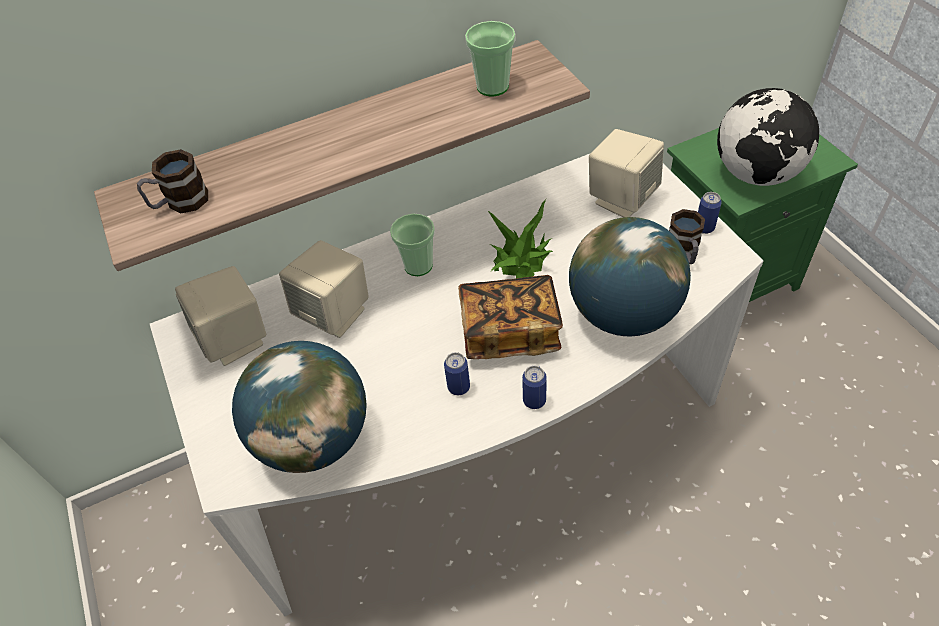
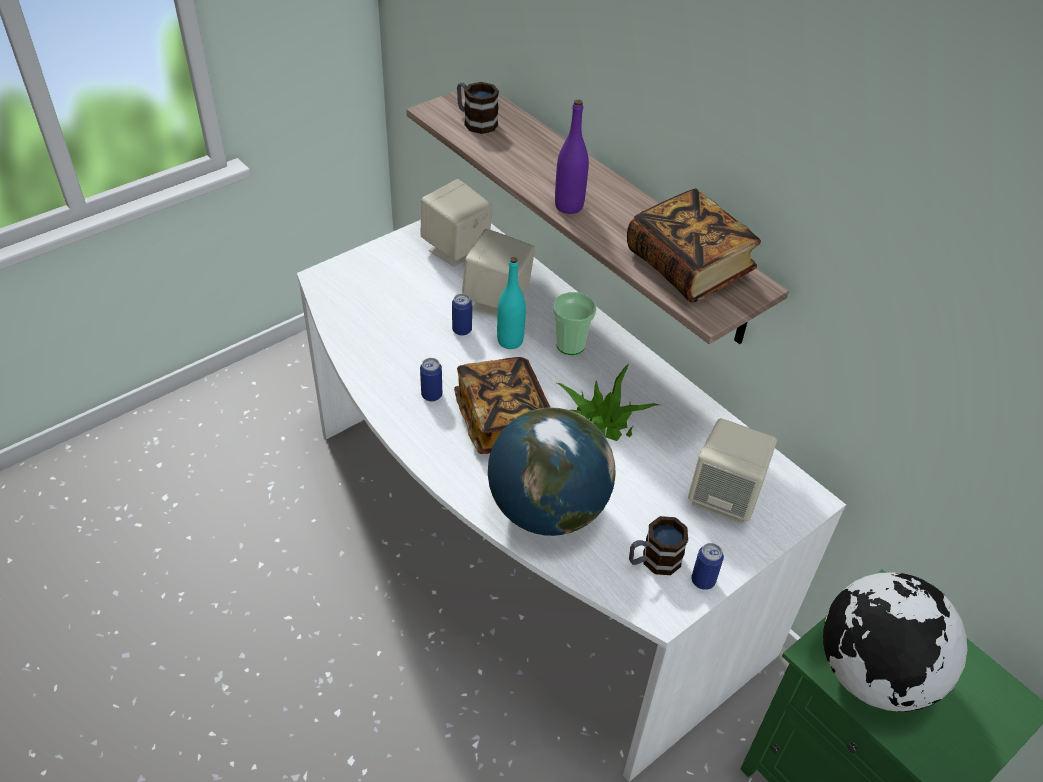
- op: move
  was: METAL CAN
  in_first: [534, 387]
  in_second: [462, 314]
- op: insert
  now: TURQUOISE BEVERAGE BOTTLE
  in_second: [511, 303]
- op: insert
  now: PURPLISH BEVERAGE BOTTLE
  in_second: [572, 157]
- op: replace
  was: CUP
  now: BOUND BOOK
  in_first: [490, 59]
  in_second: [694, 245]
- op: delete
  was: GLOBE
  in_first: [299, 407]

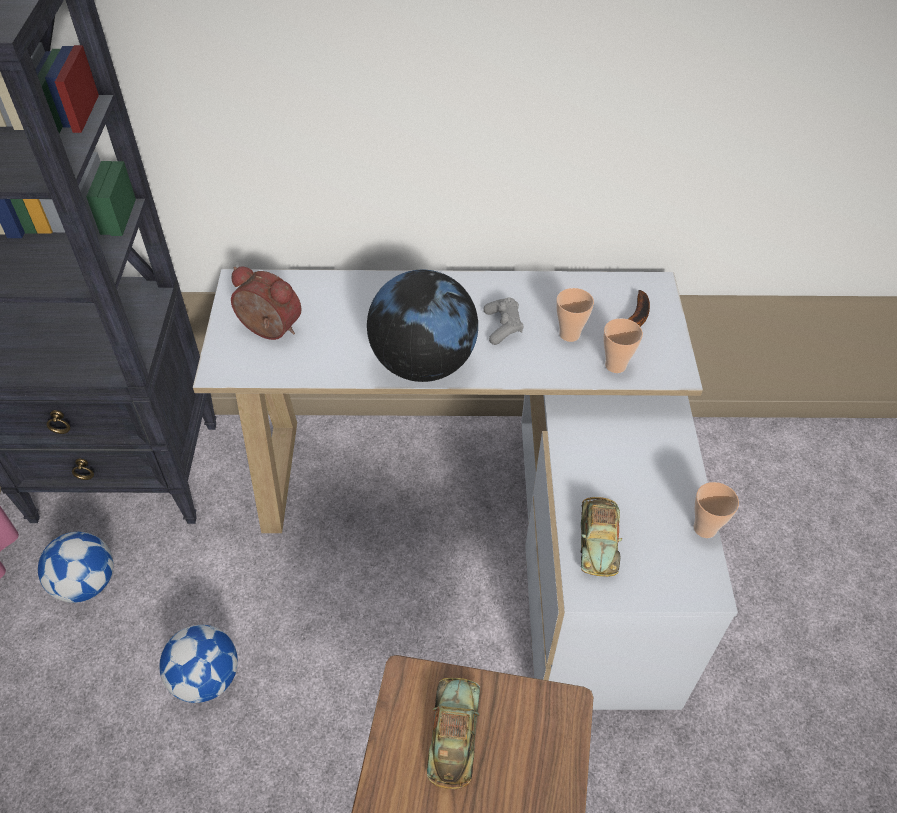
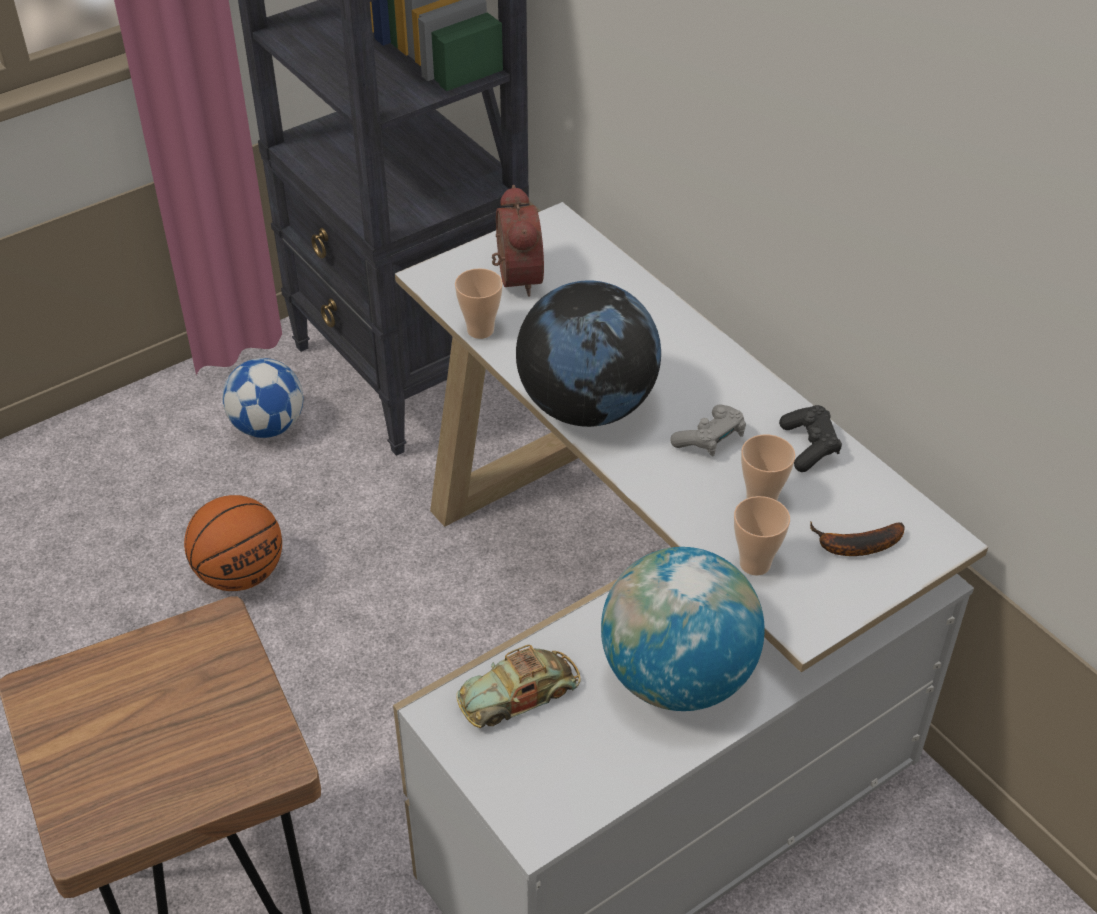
- op: replace
  was: FOOTBALL
  now: BASKETBALL BALL
  in_first: [198, 664]
  in_second: [233, 543]
- op: move
  was: CUP
  in_first: [716, 510]
  in_second: [479, 303]
- op: insert
  now: GLOBE
  in_second: [683, 629]
- op: insert
  now: BLACK GAMEPAD
  in_second: [810, 438]
- op: delete
  was: TOY CAR
  in_first: [453, 733]

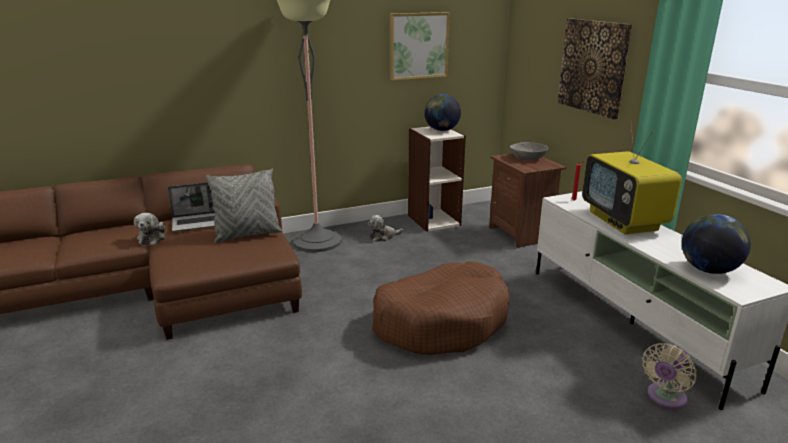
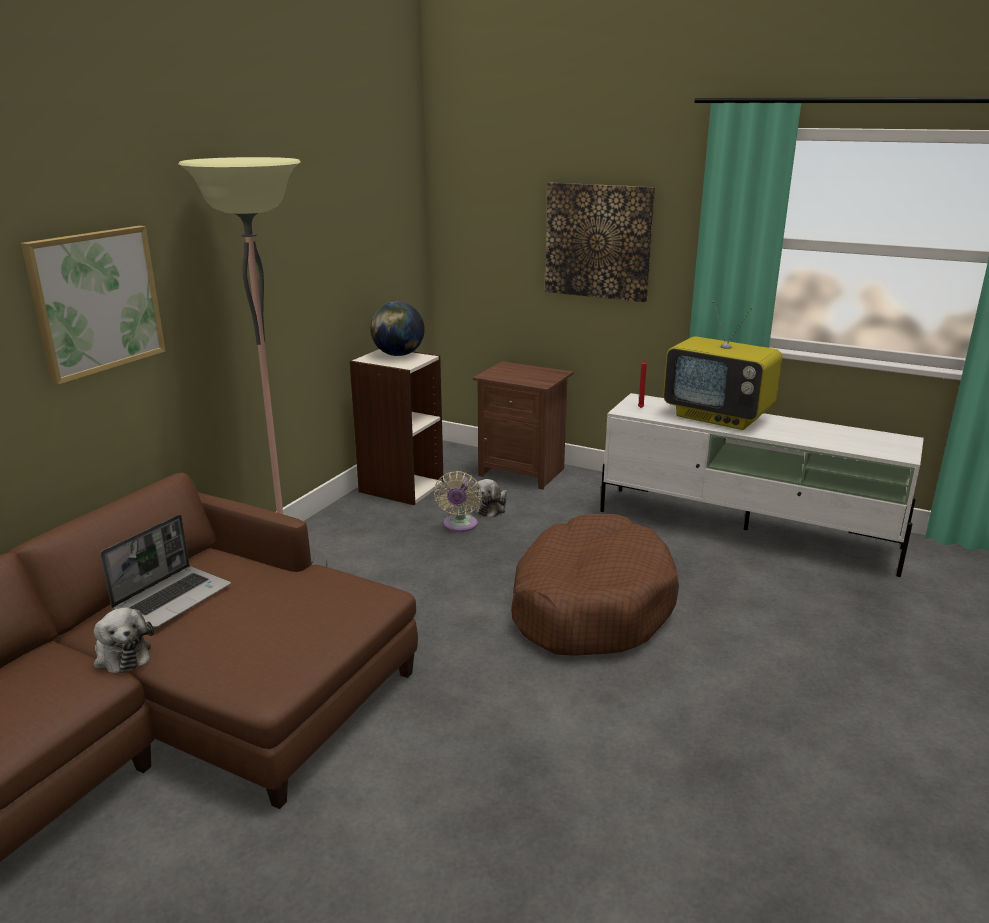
- op: move
  was: WALL PICTURE
  in_first: [420, 46]
  in_second: [93, 305]
- op: move
  was: BEIGE COOLING FAN
  in_first: [669, 376]
  in_second: [458, 501]
- op: move
  was: CUDDLY TOY
  in_first: [385, 228]
  in_second: [490, 498]
- op: delete
  was: GRAY CUSHION
  in_first: [244, 206]
- op: delete
  was: GRAY SERVING BOWL
  in_first: [529, 151]
- op: delete
  was: GLOBE
  in_first: [716, 244]

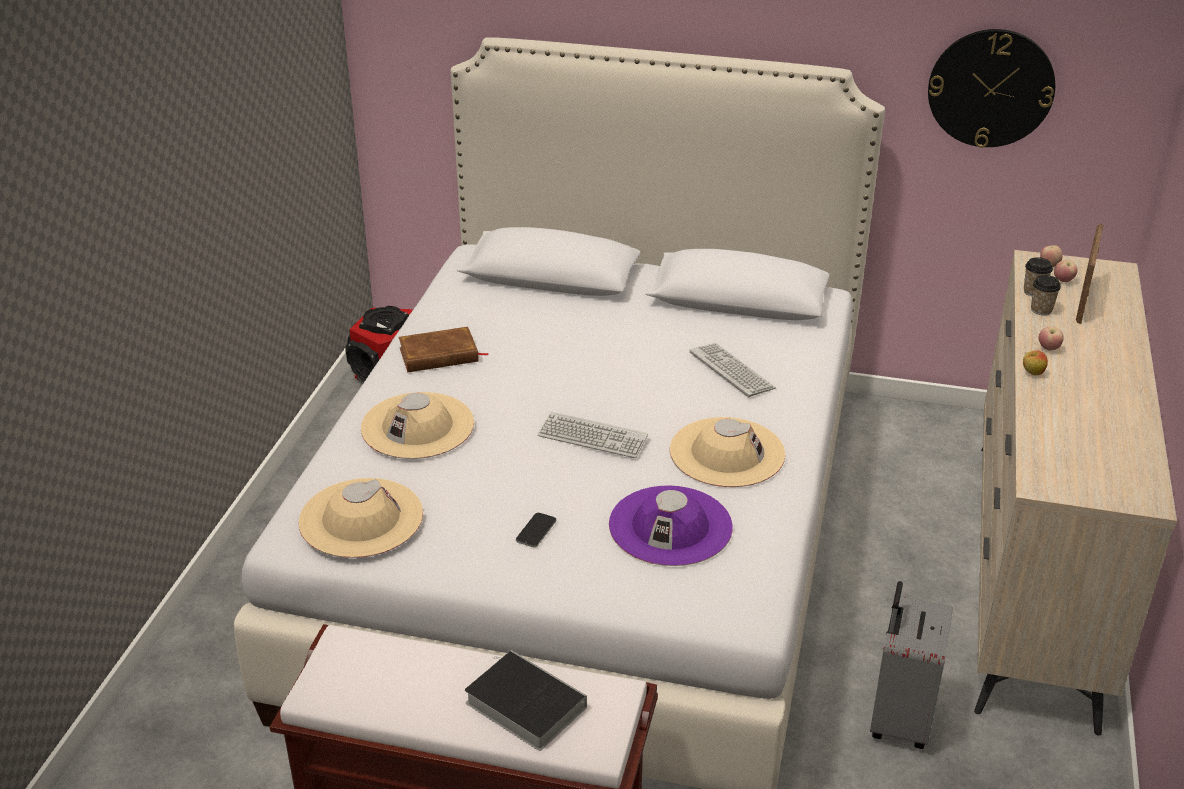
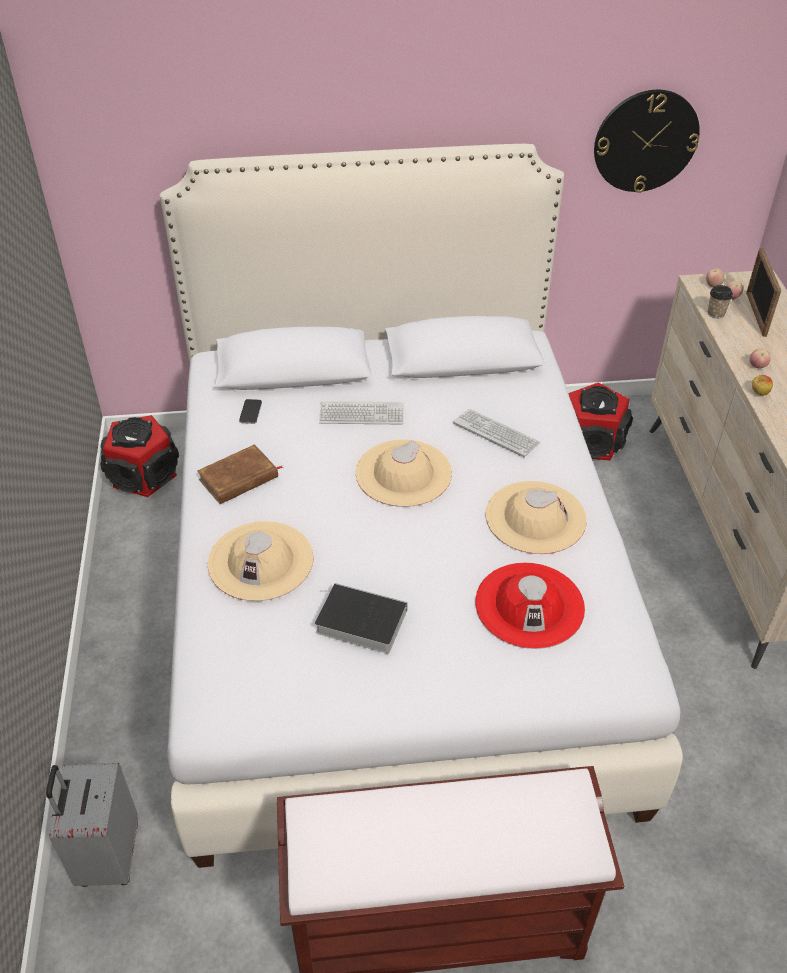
- op: move
  was: GRAY TRAVEL CASE
  in_first: [911, 665]
  in_second: [92, 825]
- op: move
  was: PHONE
  in_first: [536, 530]
  in_second: [250, 411]
- op: move
  was: BOUND BOOK
  in_first: [526, 700]
  in_second: [361, 618]
- op: move
  was: PC KEYBOARD
  in_first: [593, 435]
  in_second: [361, 412]
- op: move
  was: BEIGE WEARABLE HAT
  in_first: [361, 518]
  in_second: [404, 473]
- op: recolor
  was: PURPLISH WEARABLE HAT
  now: RED-COLOURED WEARABLE HAT
  in_first: [671, 525]
  in_second: [530, 606]
- op: insert
  now: LOUDSPEAKER
  in_second: [600, 421]
- op: delete
  was: CUP
  in_first: [1046, 295]

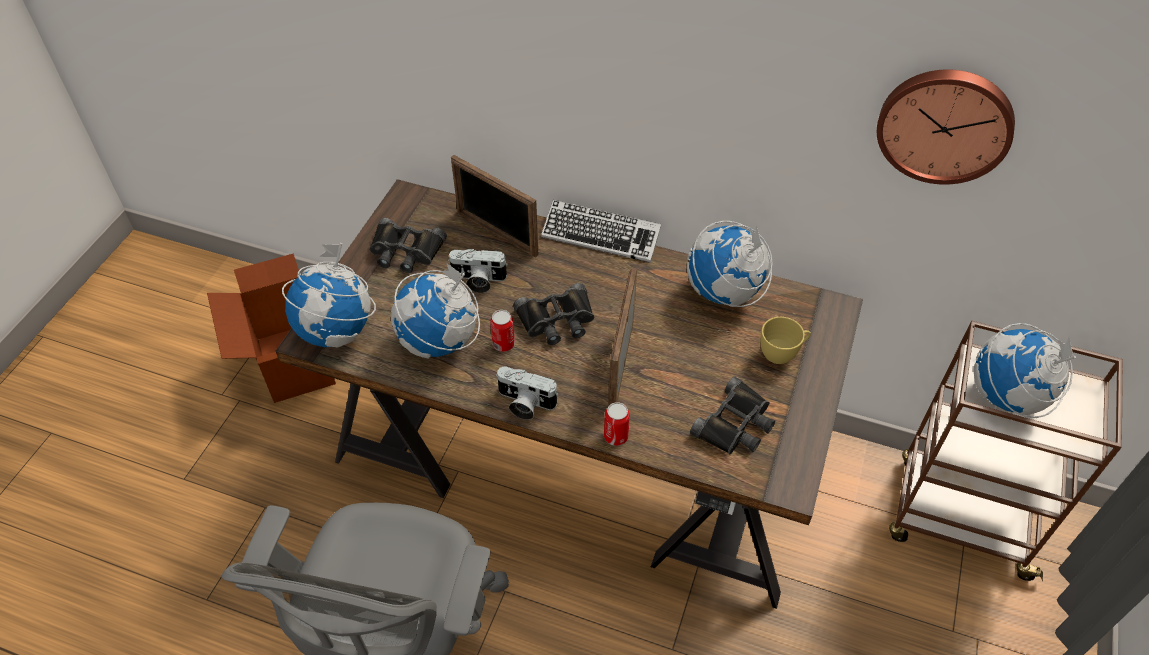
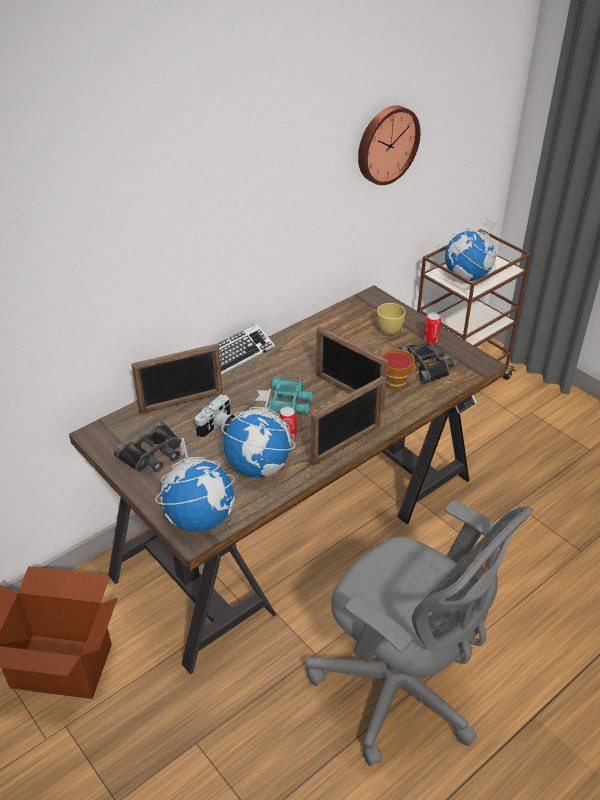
- op: recolor
  was: BLACK BINOCULARS
  now: TURQUOISE BINOCULARS
  in_first: [553, 314]
  in_second: [288, 396]
- op: replace
  was: STILL CAMERA
  now: PHOTO FRAME
  in_first: [527, 393]
  in_second: [348, 421]
- op: insert
  now: CUP
  in_second: [398, 369]
- op: move
  was: METAL CAN
  in_first: [617, 424]
  in_second: [432, 328]
- op: delete
  was: GLOBE
  in_first: [729, 264]

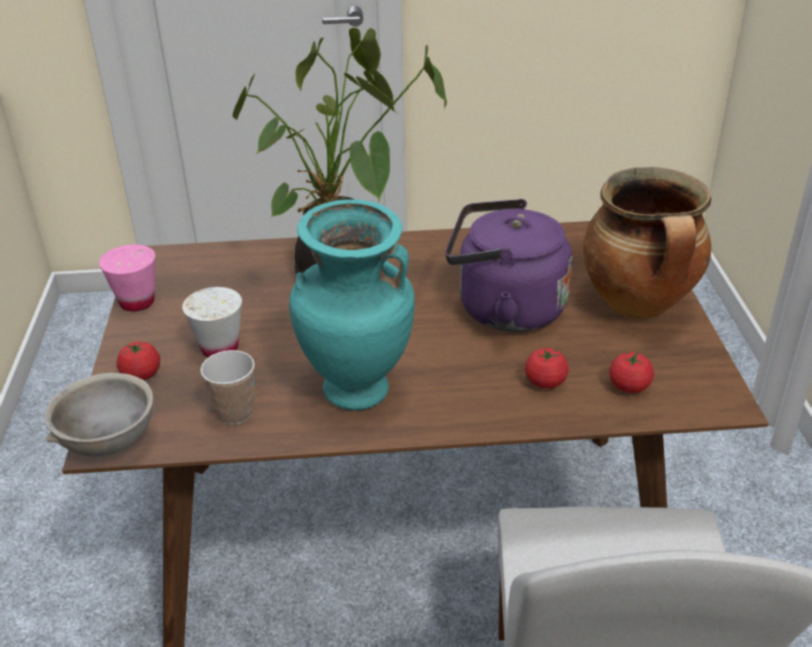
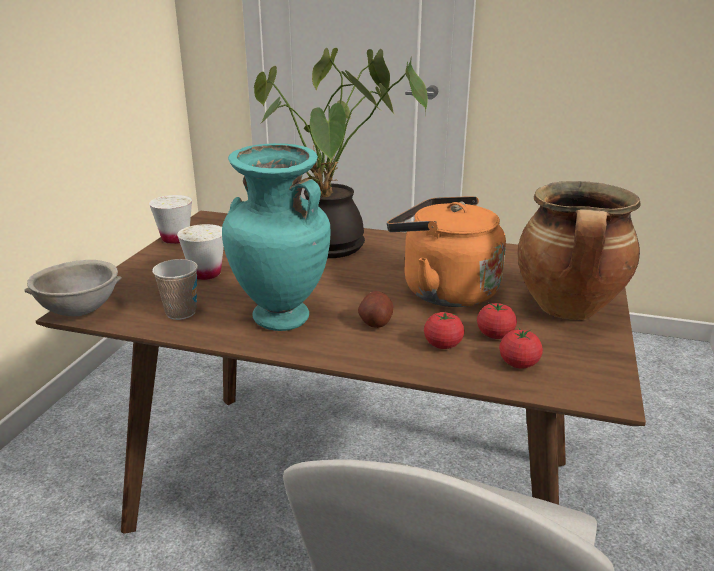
- op: recolor
  was: PINKISH CUP
  now: WHITE-COLOURED CUP
  in_first: [127, 278]
  in_second: [170, 219]
- op: insert
  now: WHOLE POTATO
  in_second: [376, 309]
- op: recolor
  was: PURPLISH WATER KETTLE
  now: ORANGE WATER KETTLE
  in_first: [508, 265]
  in_second: [446, 251]
- op: move
  was: WHOLE TOMATO
  in_first: [138, 361]
  in_second: [497, 321]

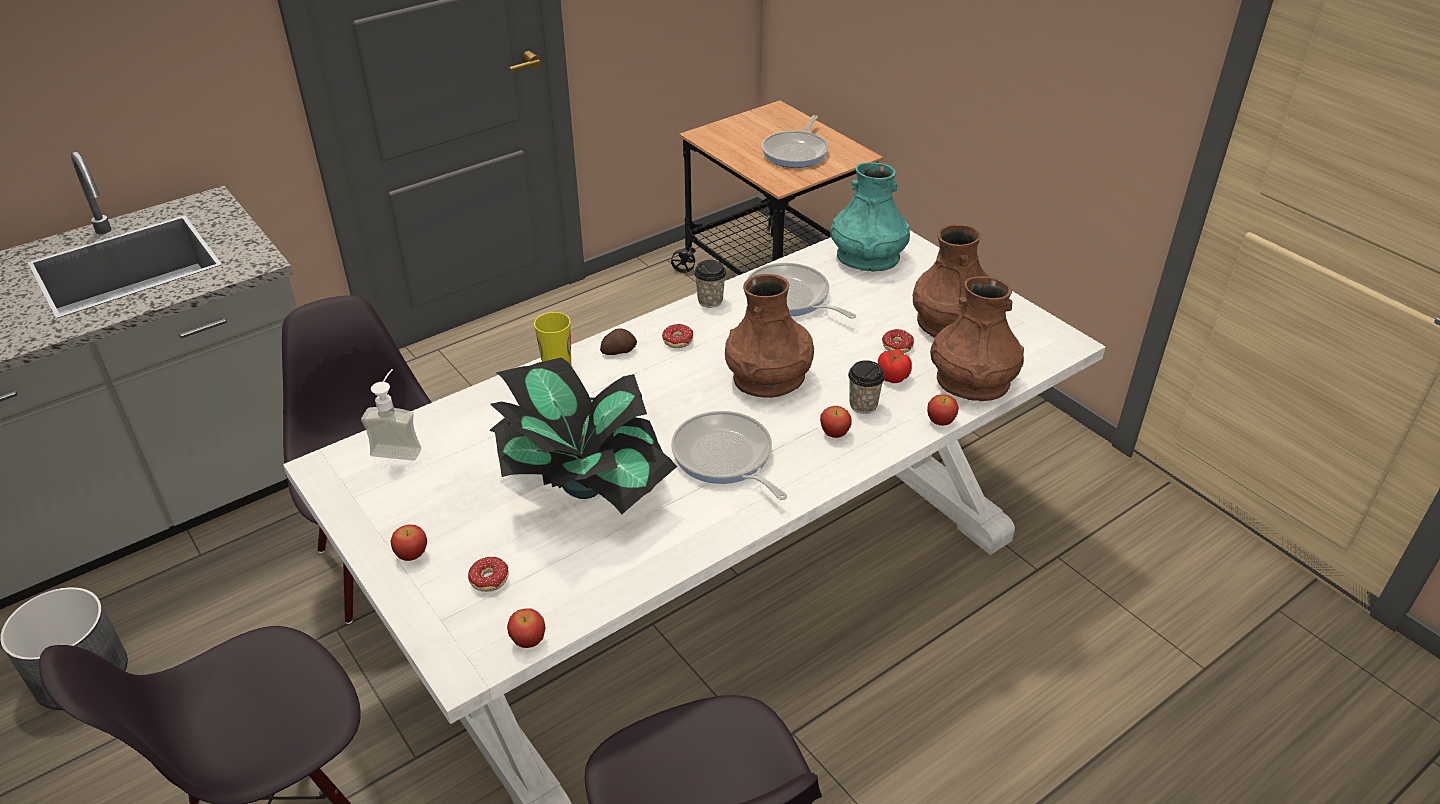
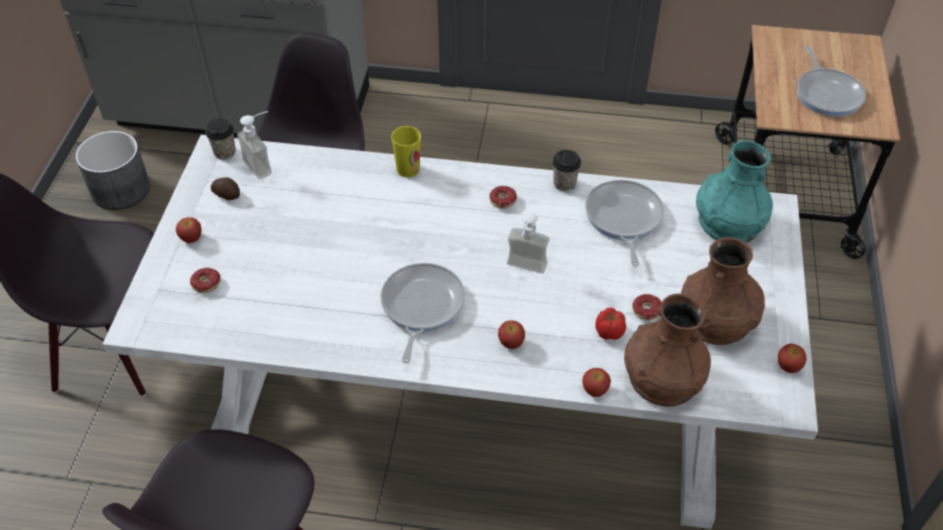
- op: move
  was: CUP
  in_first: [866, 387]
  in_second: [220, 139]
- op: move
  was: WHOLE POTATO
  in_first: [618, 341]
  in_second: [225, 188]
- op: replace
  was: BROWN-COLOURED VASE
  now: SOAP DISPENSER
  in_first: [769, 336]
  in_second: [528, 243]
- op: move
  was: APPLE FRUIT
  in_first: [526, 628]
  in_second: [792, 358]
- op: rotate
  was: SKILLET
  in_first: [795, 141]
  in_second: [831, 81]
  clockwise: -75
- op: delete
  was: HOUSEPLANT
  in_first: [583, 435]

